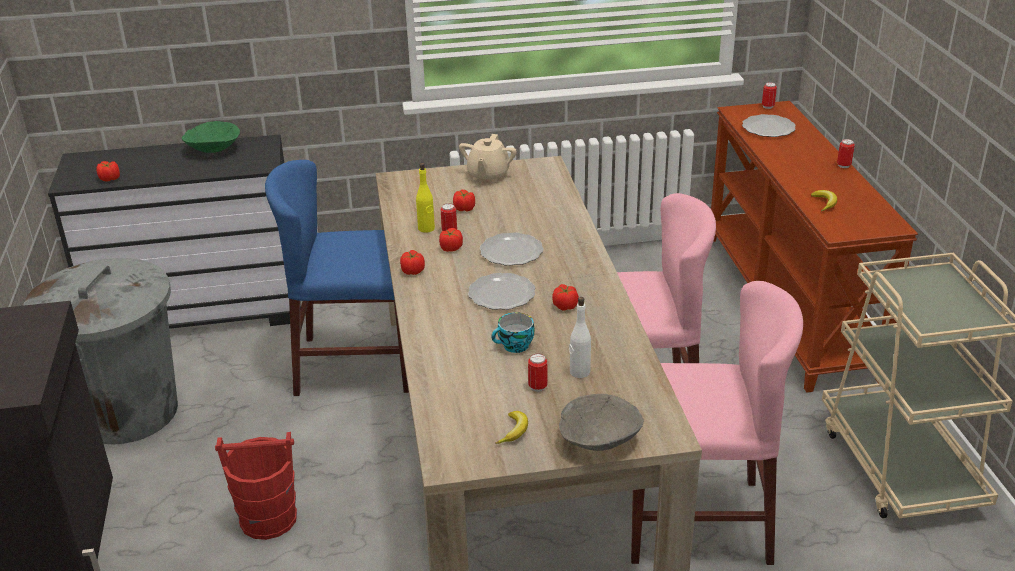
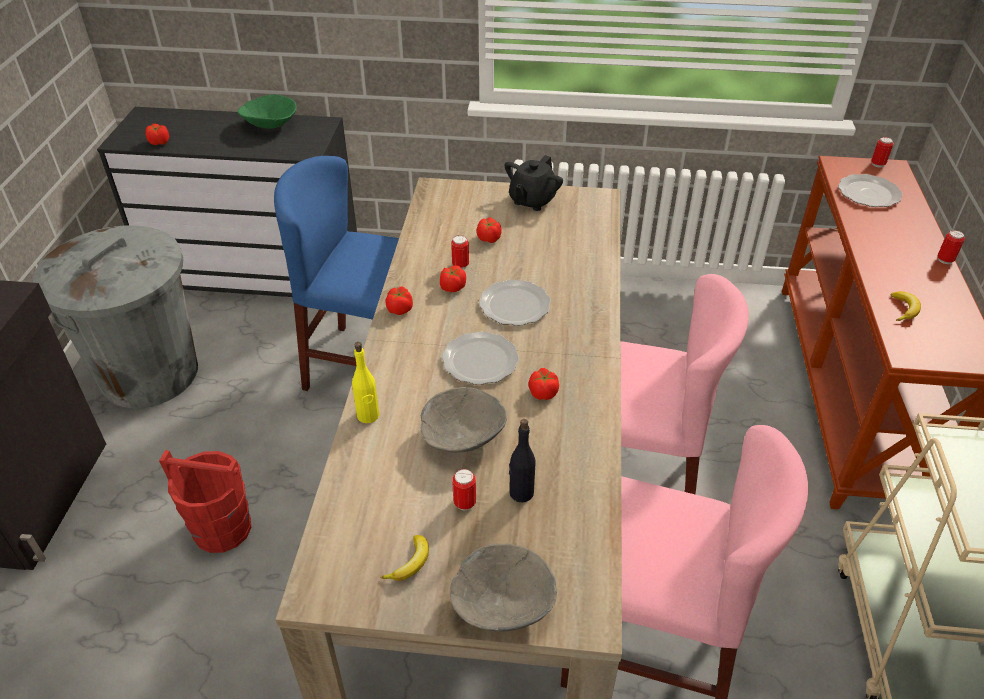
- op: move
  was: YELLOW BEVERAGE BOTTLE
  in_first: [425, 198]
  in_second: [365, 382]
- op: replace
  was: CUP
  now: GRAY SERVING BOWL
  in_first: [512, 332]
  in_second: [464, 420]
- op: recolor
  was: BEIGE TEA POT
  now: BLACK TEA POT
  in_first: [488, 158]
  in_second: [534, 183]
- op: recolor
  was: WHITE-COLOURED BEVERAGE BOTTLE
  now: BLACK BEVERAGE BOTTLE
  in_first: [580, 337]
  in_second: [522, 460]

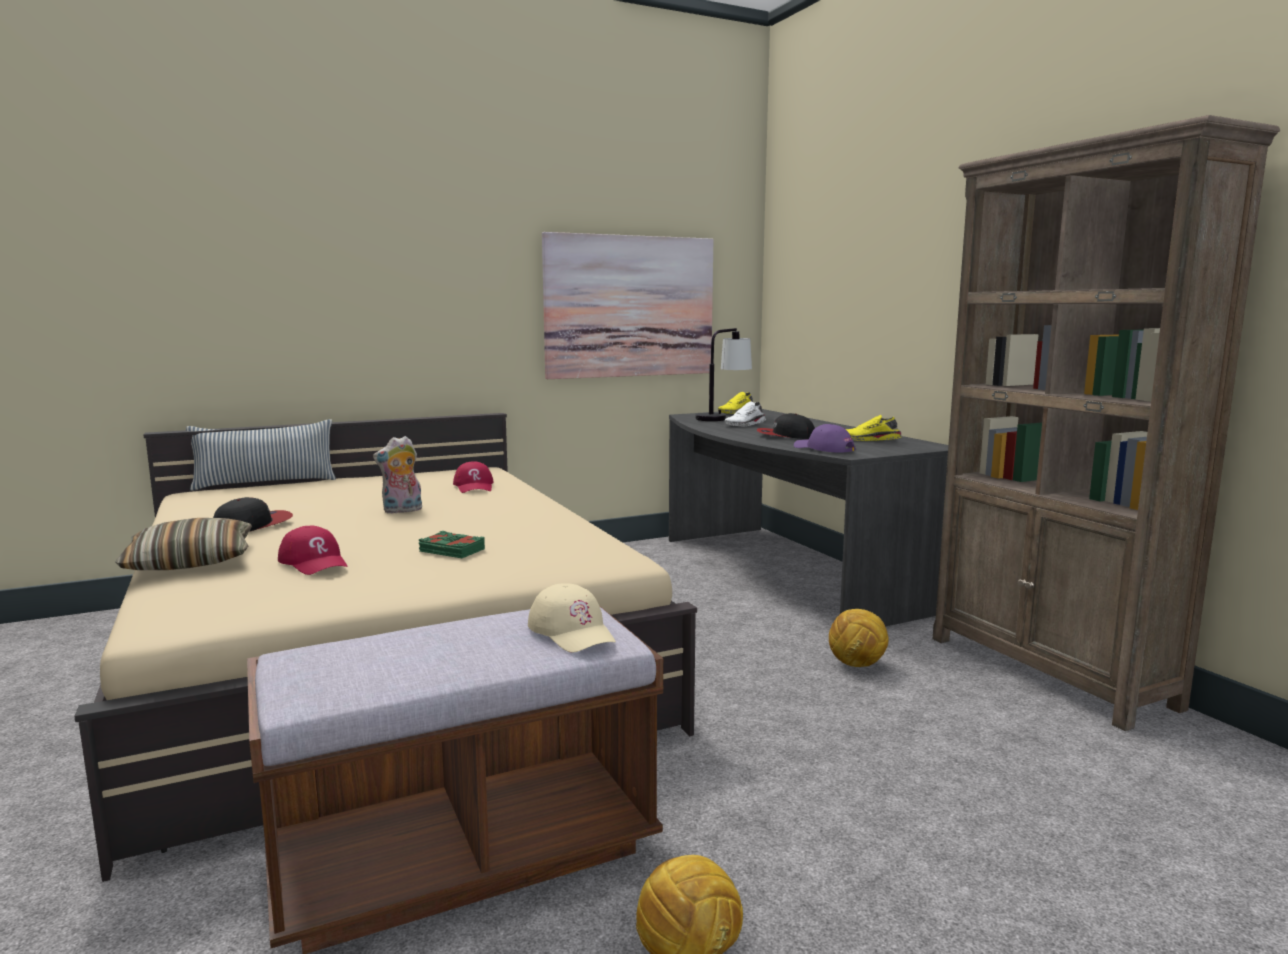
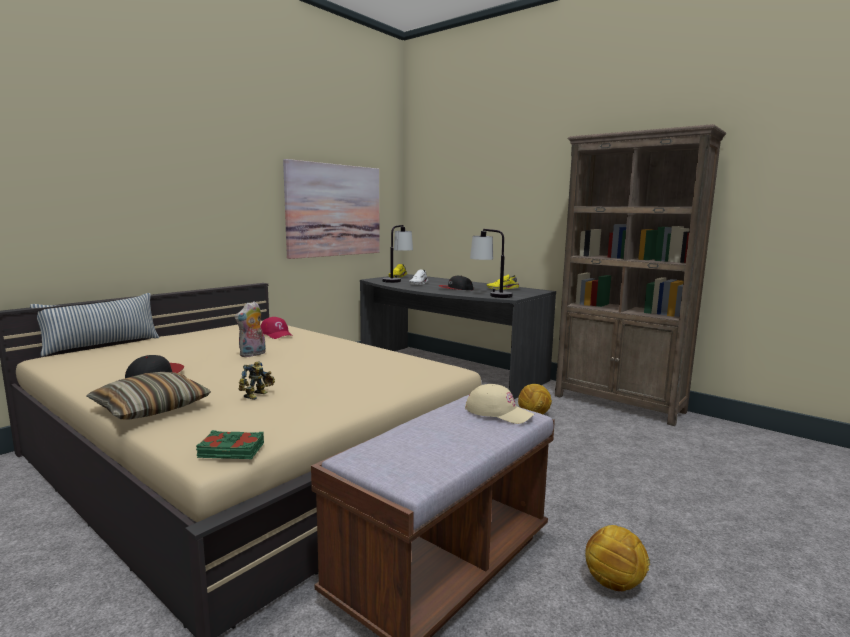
- op: move
  was: GREENISH BOUND BOOK
  in_first: [451, 544]
  in_second: [230, 444]
- op: replace
  was: RED-COLOURED CAP
  now: ROBOT FIGURE
  in_first: [312, 550]
  in_second: [257, 380]
- op: replace
  was: PURPLISH CAP
  now: TABLE LAMP
  in_first: [825, 438]
  in_second: [491, 263]

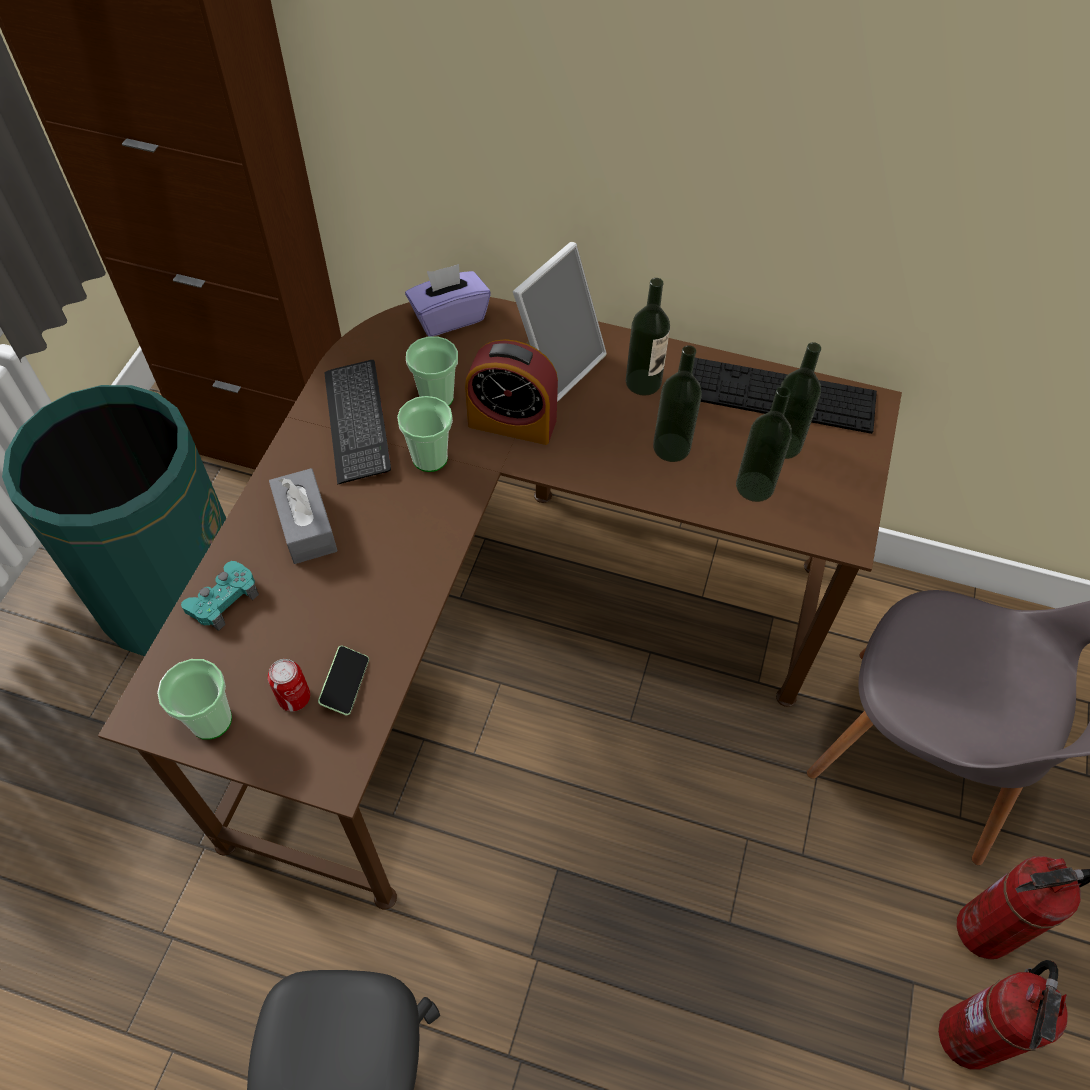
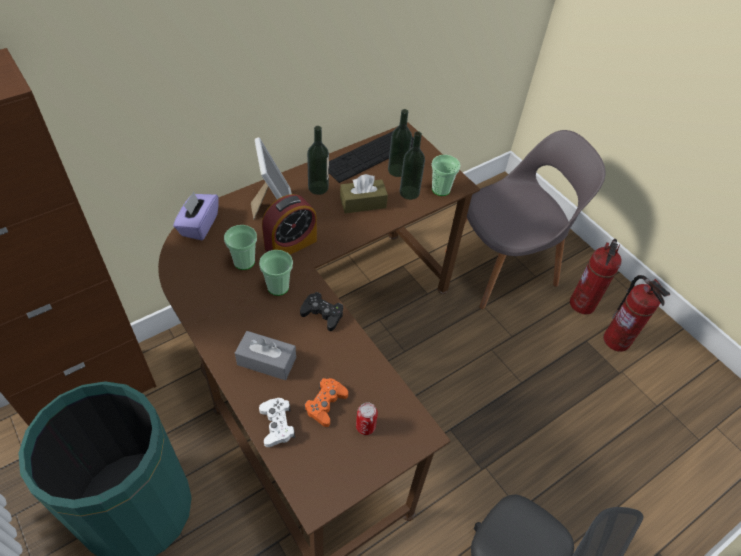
- op: recolor
  was: TURQUOISE GAMEPAD
  now: WHITE-COLOURED GAMEPAD
  in_first: [220, 596]
  in_second: [277, 422]
- op: insert
  now: BLACK GAMEPAD
  in_second: [321, 311]
- op: insert
  now: ORANGE GAMEPAD
  in_second: [326, 402]
- op: replace
  was: BEVERAGE BOTTLE
  now: BROWN-COLOURED TISSUE HOLDER
  in_first: [677, 403]
  in_second: [364, 193]
- op: move
  was: CUP
  in_first: [194, 699]
  in_second: [446, 175]
- op: delete
  was: PHONE
  in_first: [343, 680]
- op: delete
  was: PC KEYBOARD
  in_first: [357, 422]

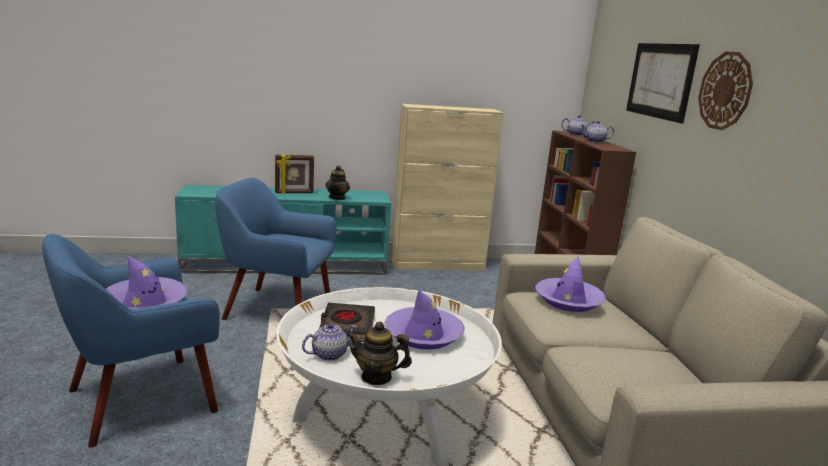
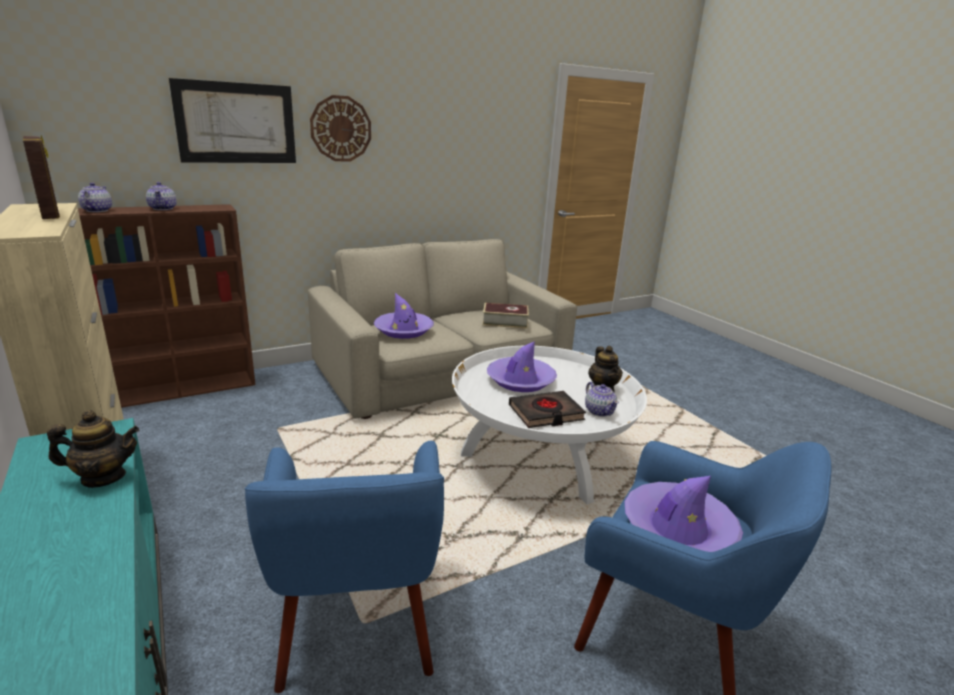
- op: move
  was: PHOTO FRAME
  in_first: [294, 174]
  in_second: [41, 177]
- op: insert
  now: BOUND BOOK
  in_second: [506, 316]
- op: rotate
  was: TEA POT
  in_first: [329, 342]
  in_second: [602, 399]
  clockwise: -150

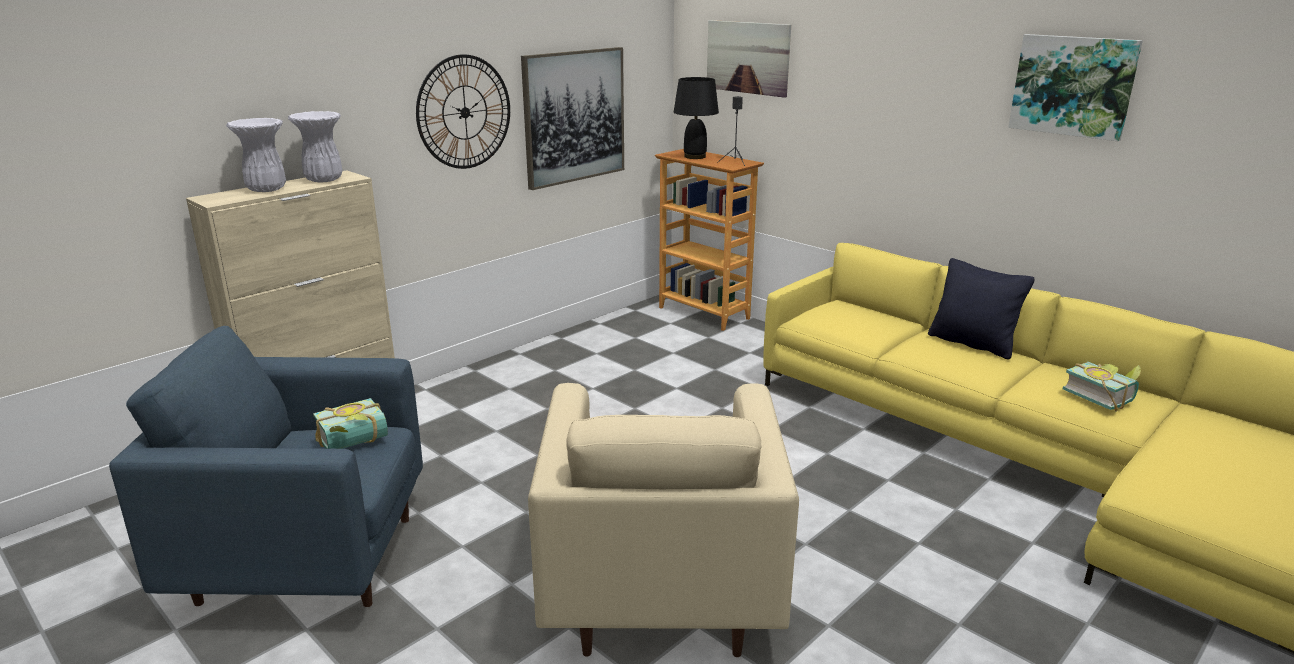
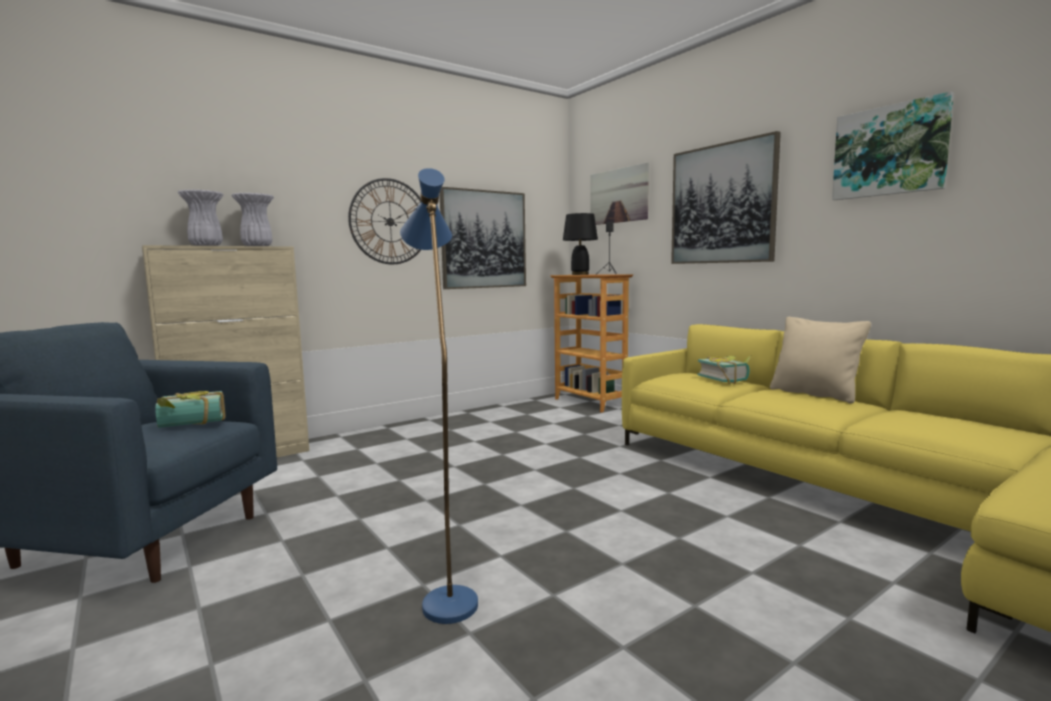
- op: replace
  was: BEIGE ARMCHAIR
  now: BLUE-COLOURED STANDING LAMP
  in_first: [663, 520]
  in_second: [439, 396]
- op: insert
  now: WALL PICTURE
  in_second: [726, 197]
- op: move
  was: BOUND BOOK
  in_first: [1102, 386]
  in_second: [724, 369]
- op: recolor
  was: BLACK CUSHION
  now: BEIGE CUSHION
  in_first: [981, 309]
  in_second: [820, 360]

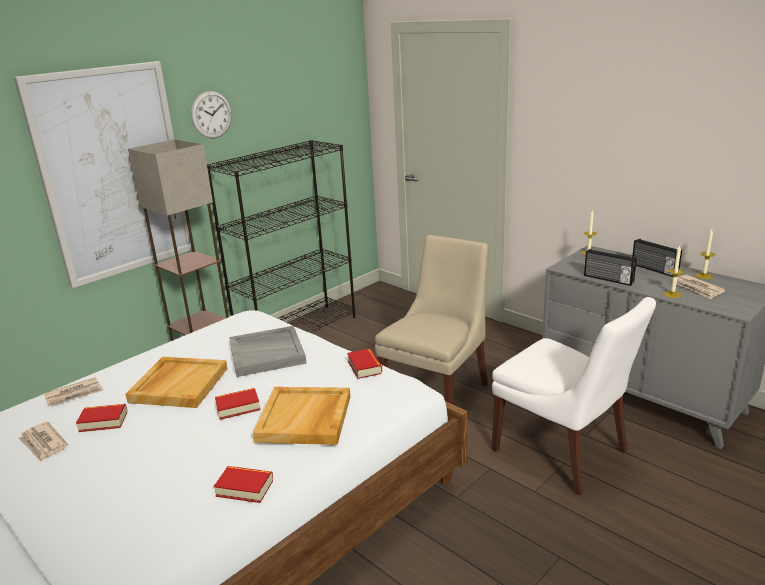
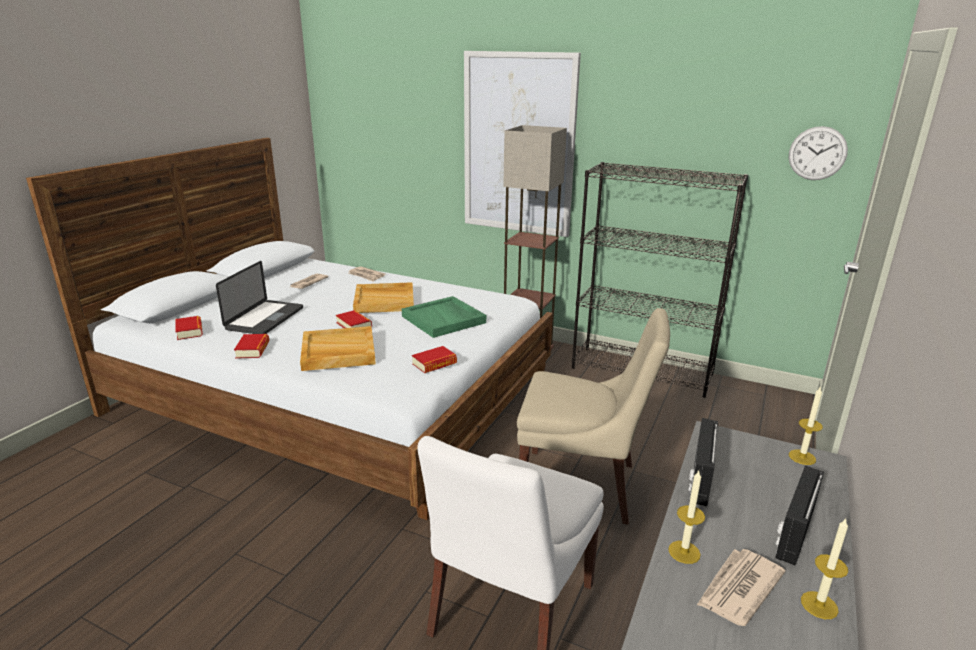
- op: move
  was: BOUND BOOK
  in_first: [101, 418]
  in_second: [189, 328]
- op: insert
  now: NOTEBOOK COMPUTER
  in_second: [259, 297]
- op: recolor
  was: GRAY SERVING TRAY
  now: GREENISH SERVING TRAY
  in_first: [267, 351]
  in_second: [444, 317]
- op: move
  was: HANGING CLOCK
  in_first: [211, 115]
  in_second: [818, 153]

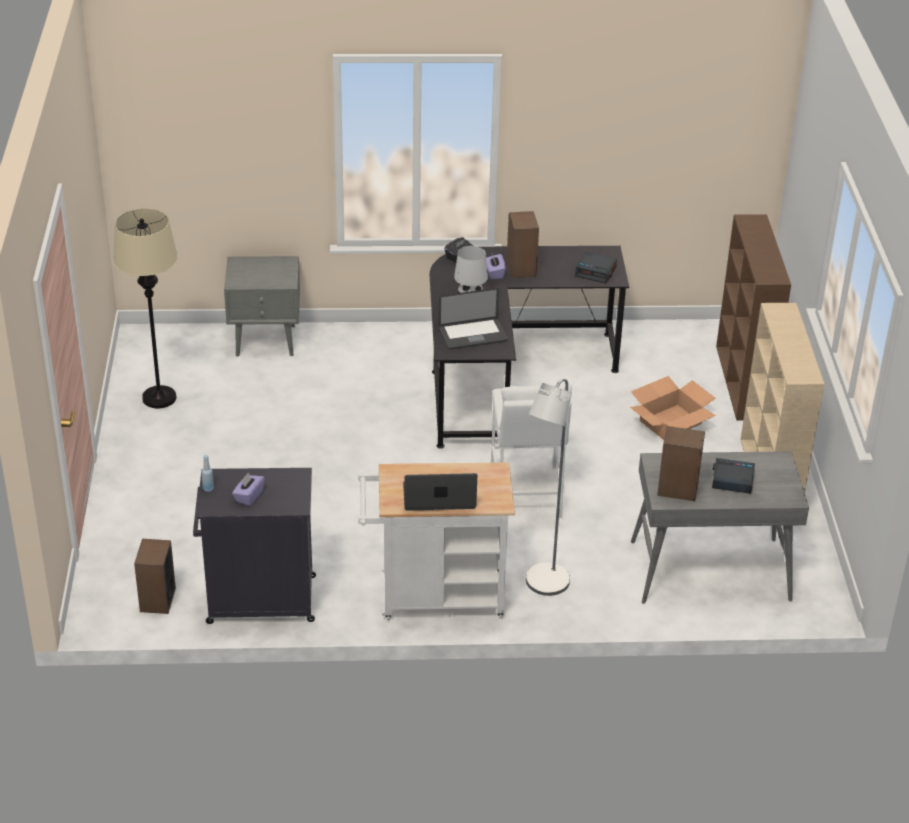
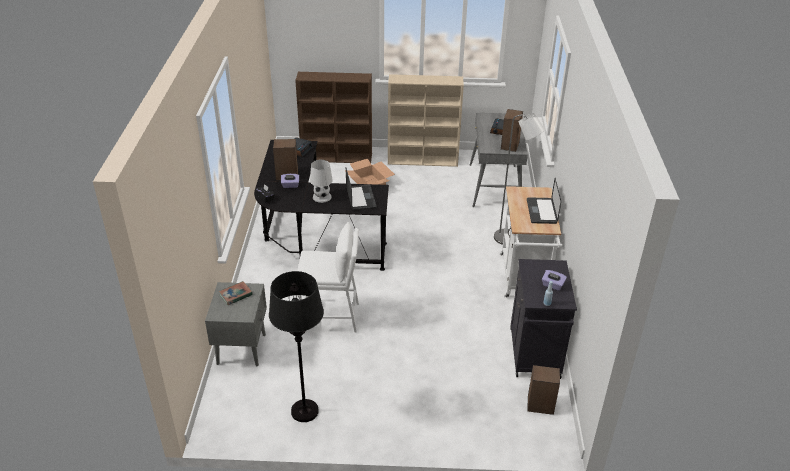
- op: insert
  now: BOUND BOOK
  in_second: [236, 293]
- op: recolor
  was: BEIGE STANDING LAMP
  now: BLACK STANDING LAMP
  in_first: [145, 308]
  in_second: [296, 346]
- op: move
  was: WHITE-COLOURED STOOL
  in_first: [531, 450]
  in_second: [328, 277]

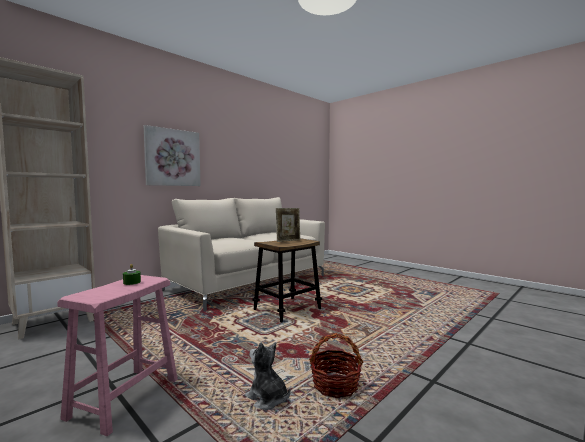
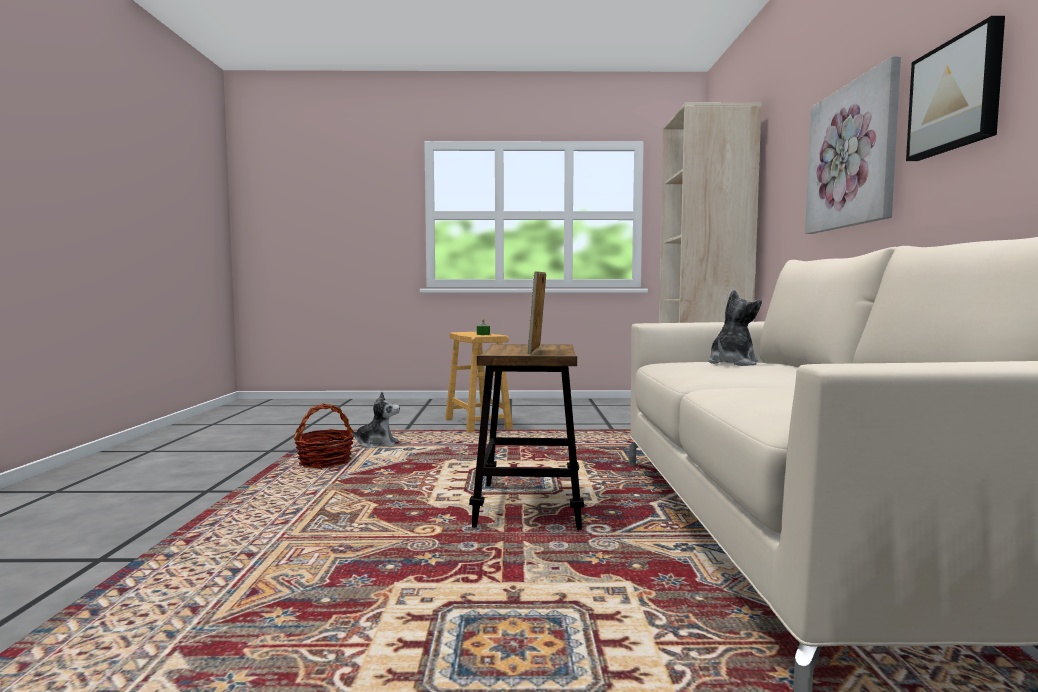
- op: recolor
  was: PINKISH STOOL
  now: BROWN-COLOURED STOOL
  in_first: [117, 355]
  in_second: [479, 382]
- op: insert
  now: CUDDLY TOY
  in_second: [735, 328]
- op: insert
  now: WALL PICTURE
  in_second: [955, 88]

